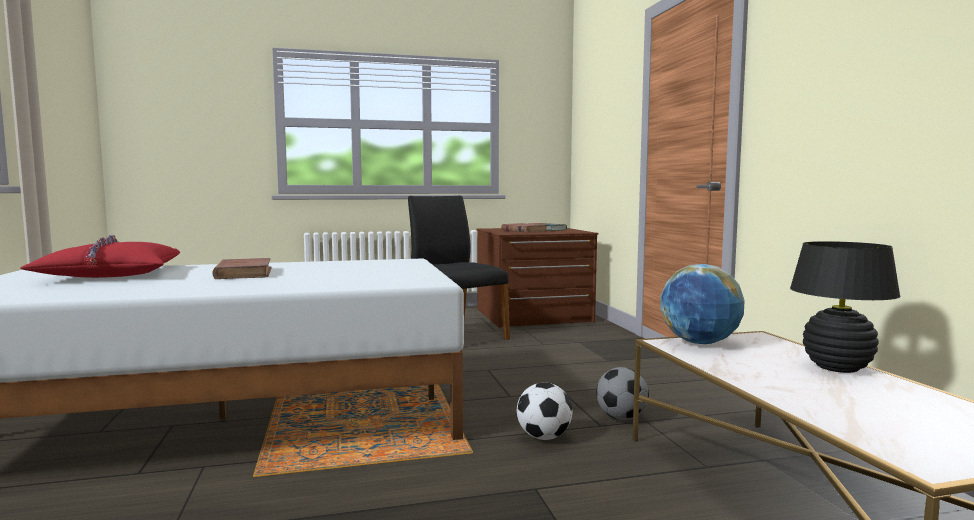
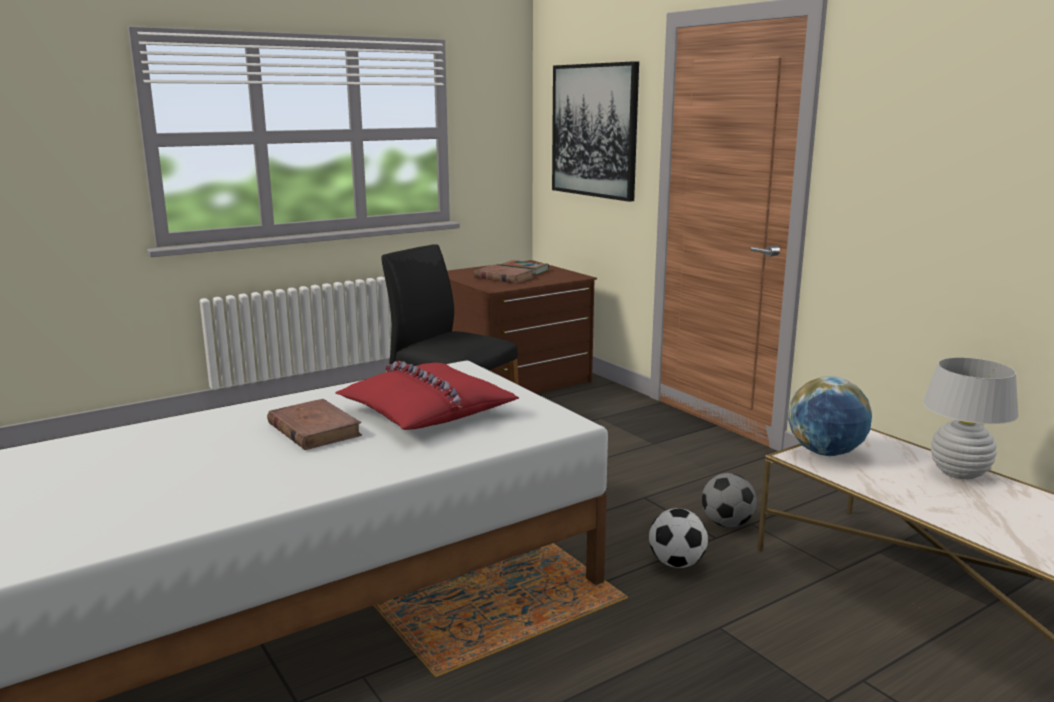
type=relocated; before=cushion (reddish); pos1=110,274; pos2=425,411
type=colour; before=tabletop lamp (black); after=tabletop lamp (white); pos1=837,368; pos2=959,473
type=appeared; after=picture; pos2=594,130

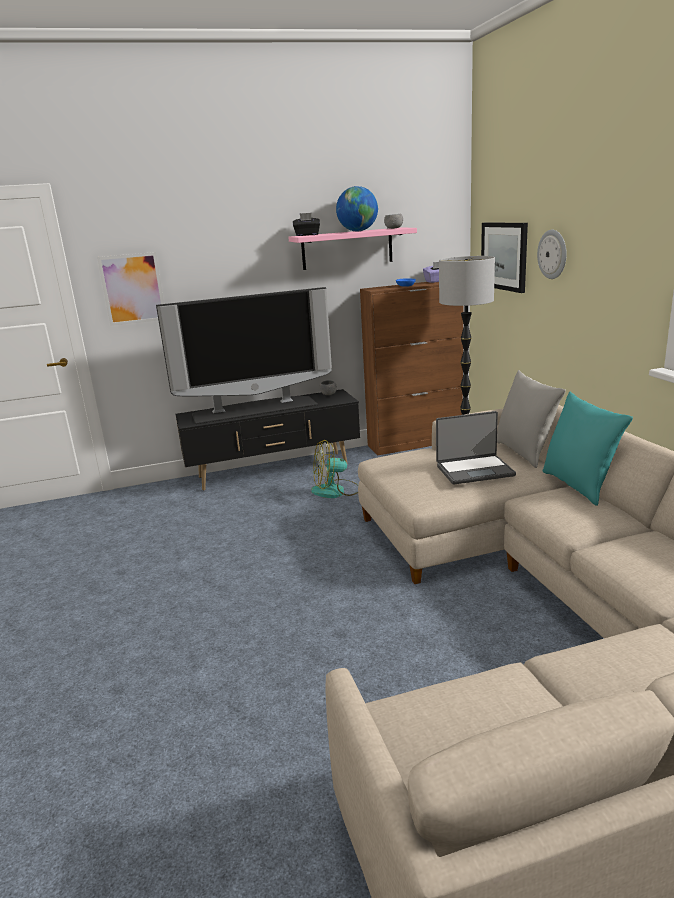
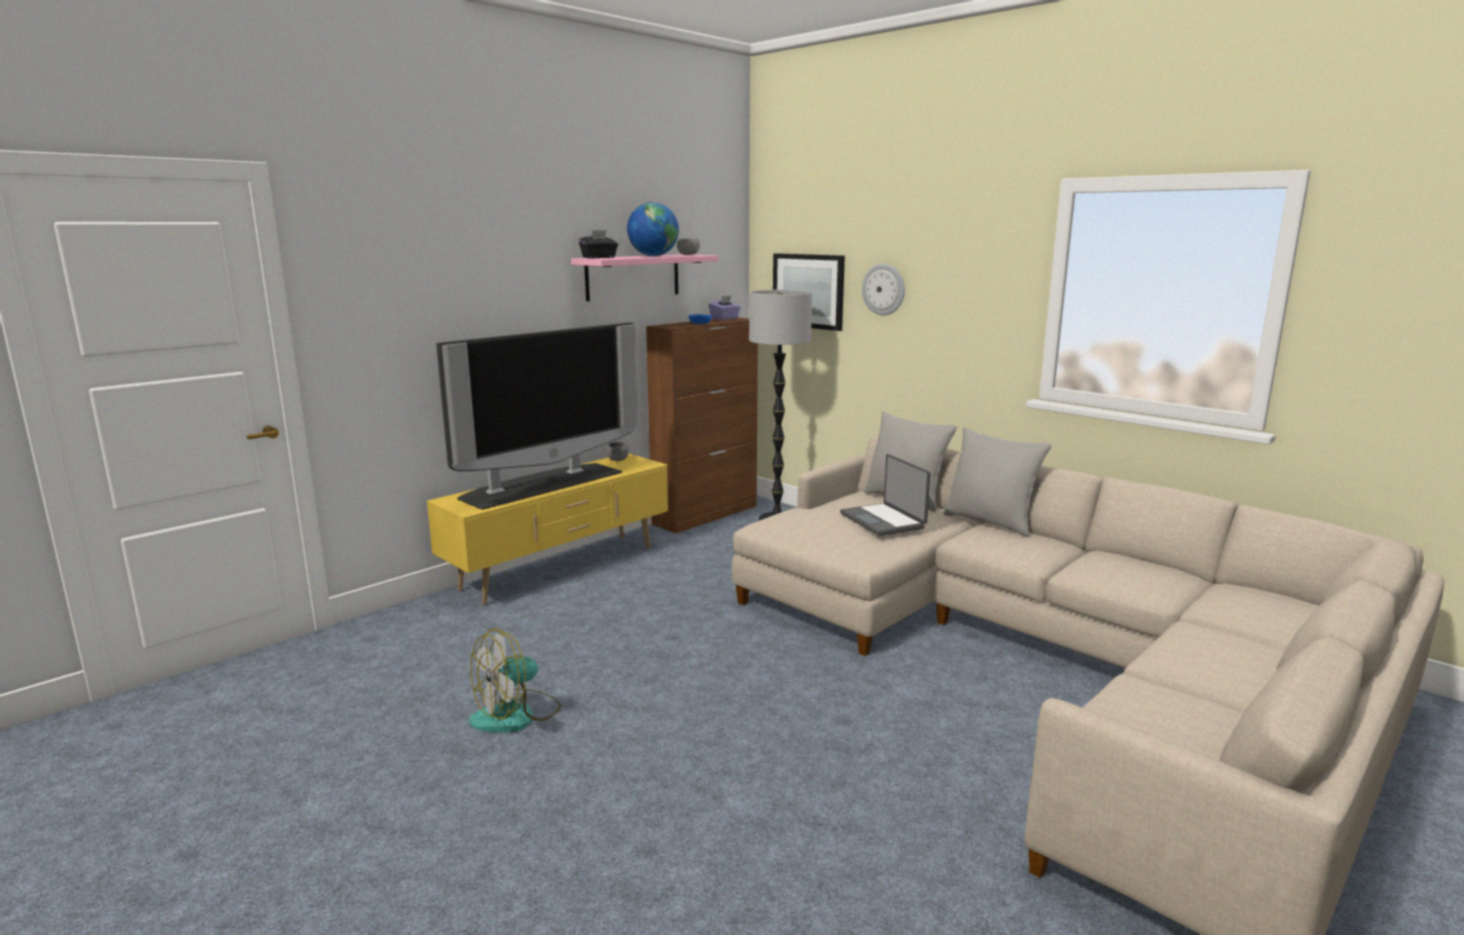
type=missing; before=picture; pos1=133,289
type=colour; before=tv unit (black); after=tv unit (yellow); pos1=274,471; pos2=561,568
type=relocated; before=cooling fan; pos1=336,491; pos2=516,715
type=spun; before=notebook computer; pos1=474,470; pos2=883,521; turn=105
type=colour; before=cushion (blue-green); after=cushion (grey); pos1=579,485; pos2=990,522

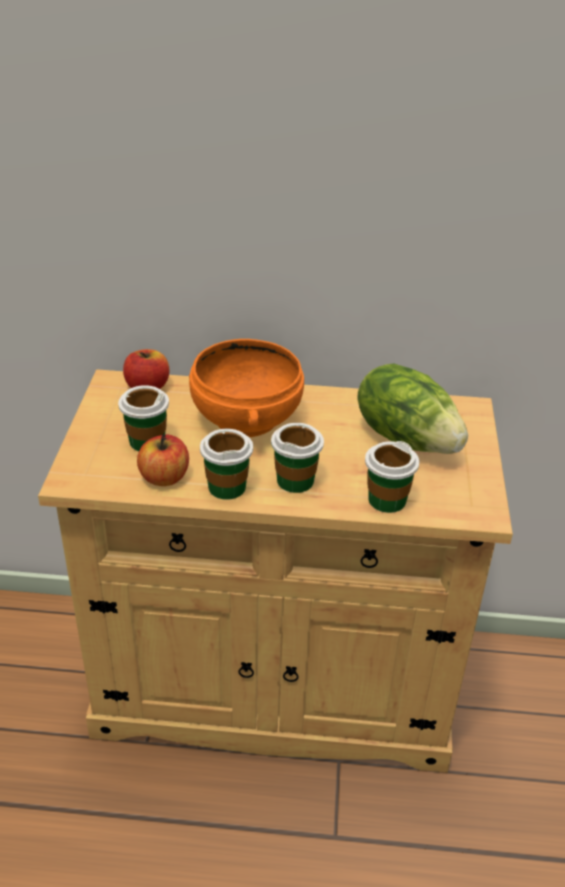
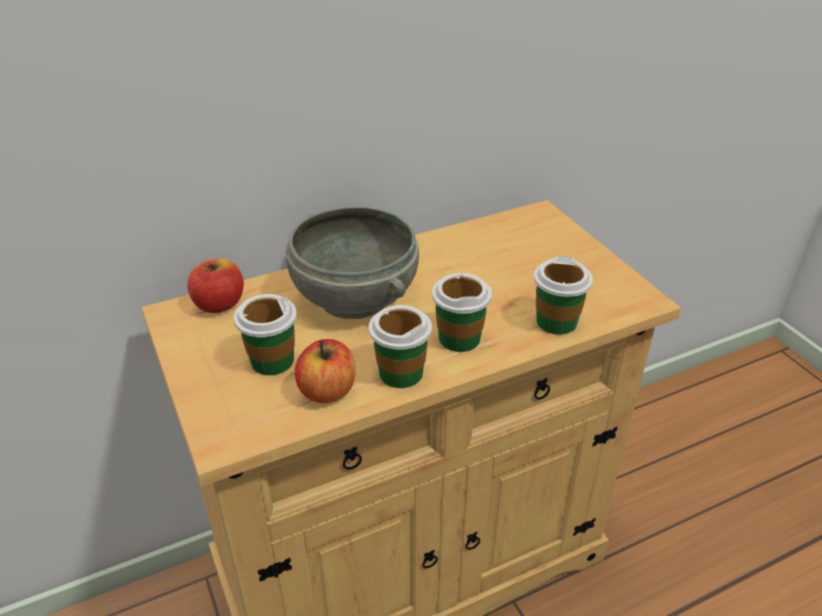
type=colour; before=serving bowl (orange-coloured); after=serving bowl (grey); pos1=245,419; pos2=353,298
type=missing; before=lettuce head; pos1=407,437

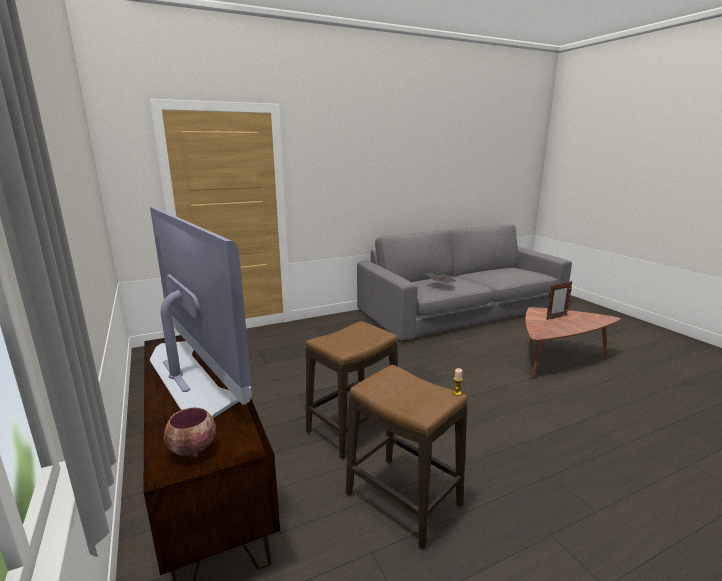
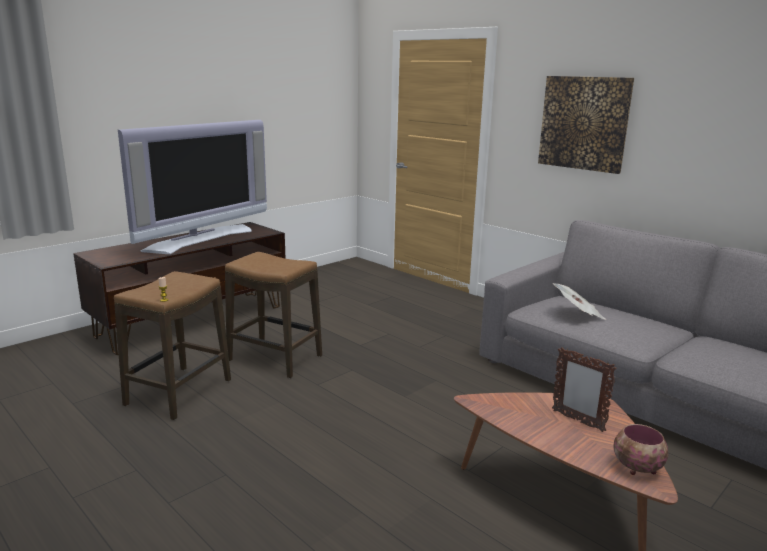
type=relocated; before=serving bowl; pos1=193,450; pos2=637,468
type=appeared; after=picture; pos2=584,123

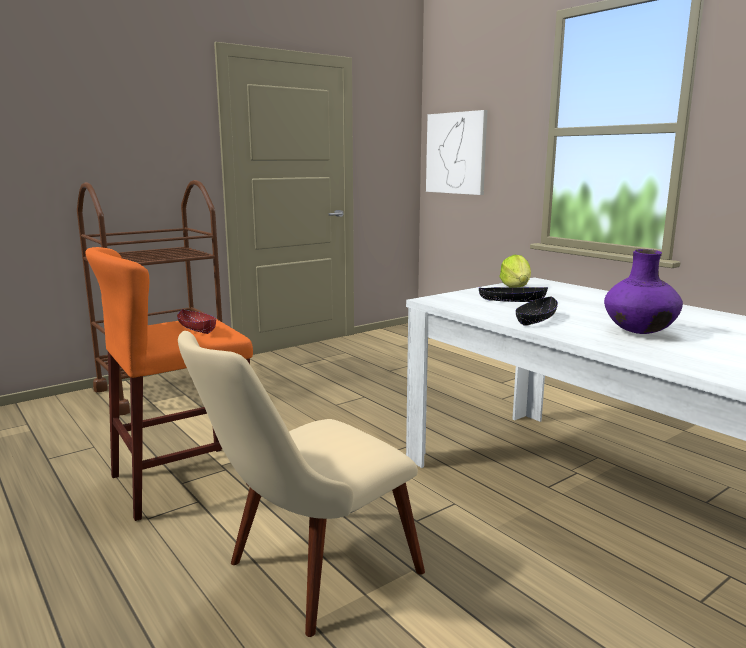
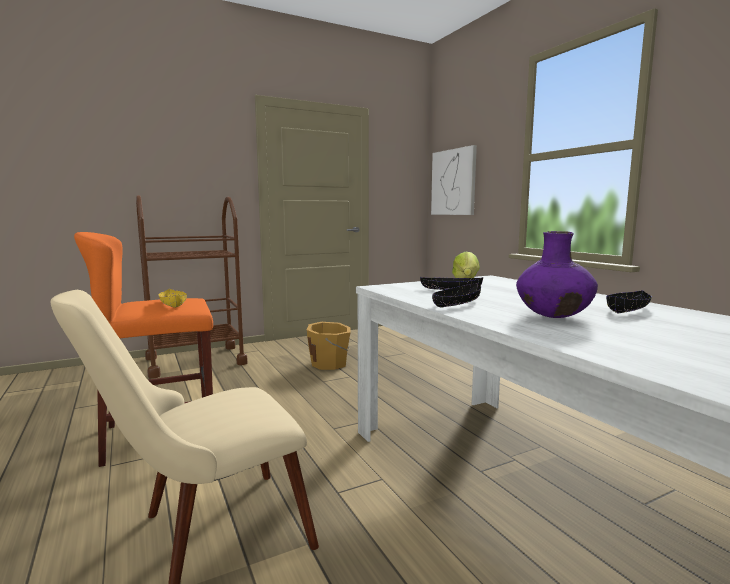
type=colour; before=serving bowl (reddish); after=serving bowl (yellow); pos1=196,328; pos2=173,304
type=appeared; after=bucket (orange-coloured); pos2=330,364
type=appeared; after=serving bowl (black); pos2=627,309

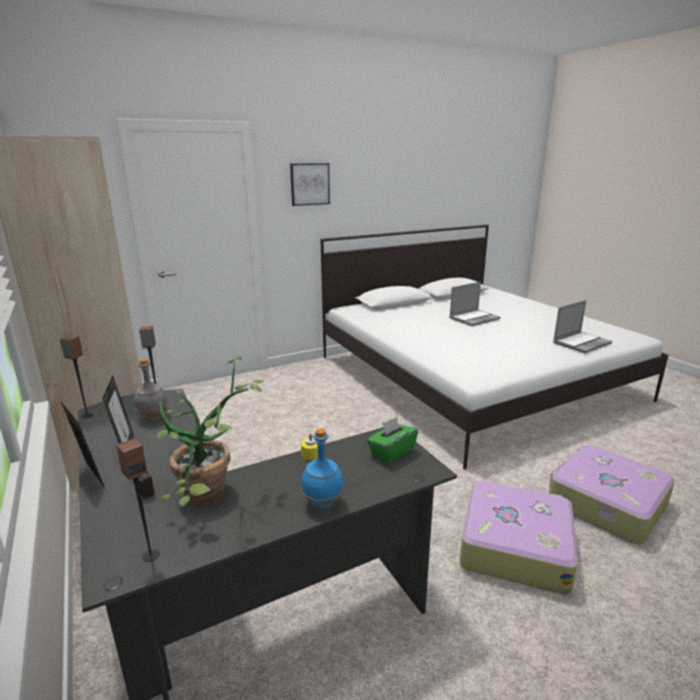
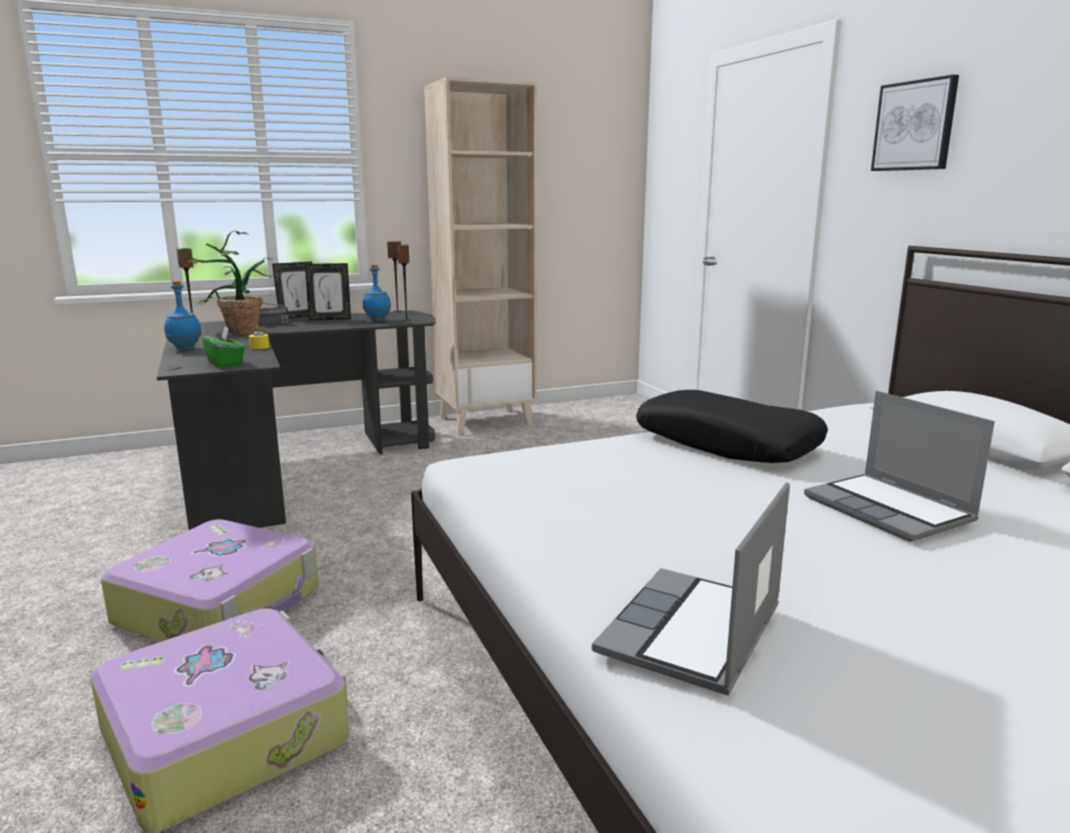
type=colour; before=bottle (grey); after=bottle (blue); pos1=153,417; pos2=378,320
type=spun; before=notebook computer; pos1=581,343; pos2=692,633; turn=60
type=appeared; after=cushion (black); pos2=727,443

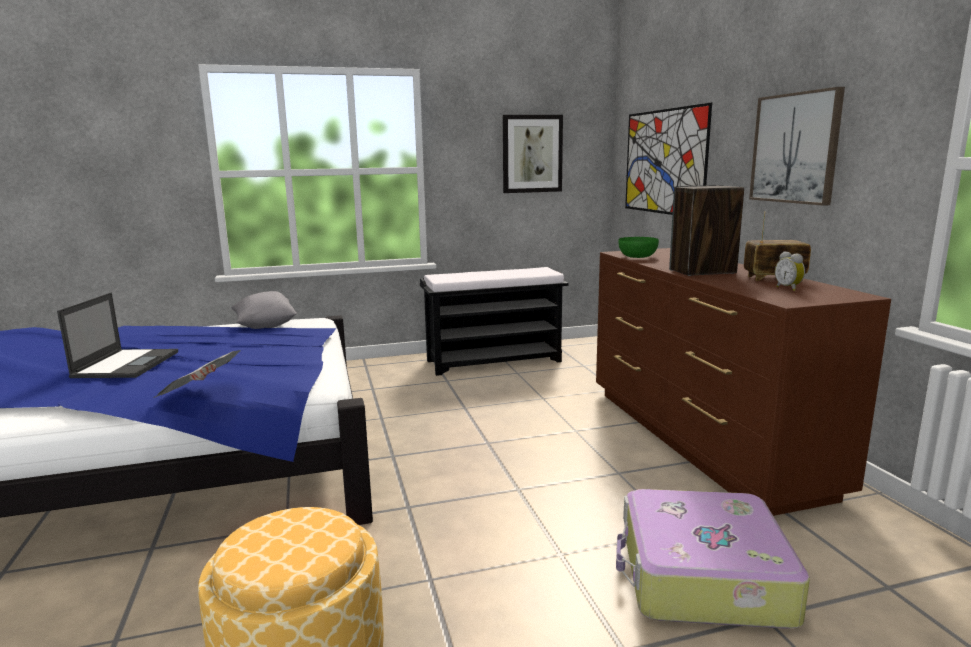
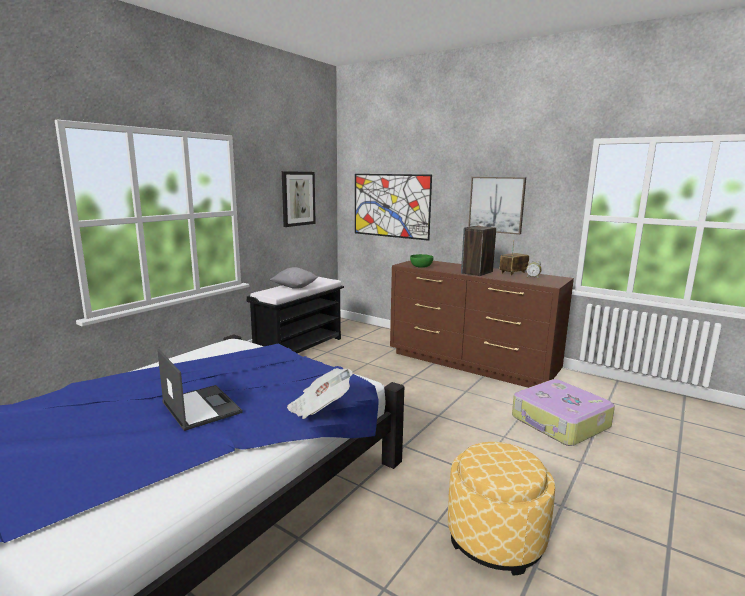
type=relocated; before=cushion (grey); pos1=265,326; pos2=294,287

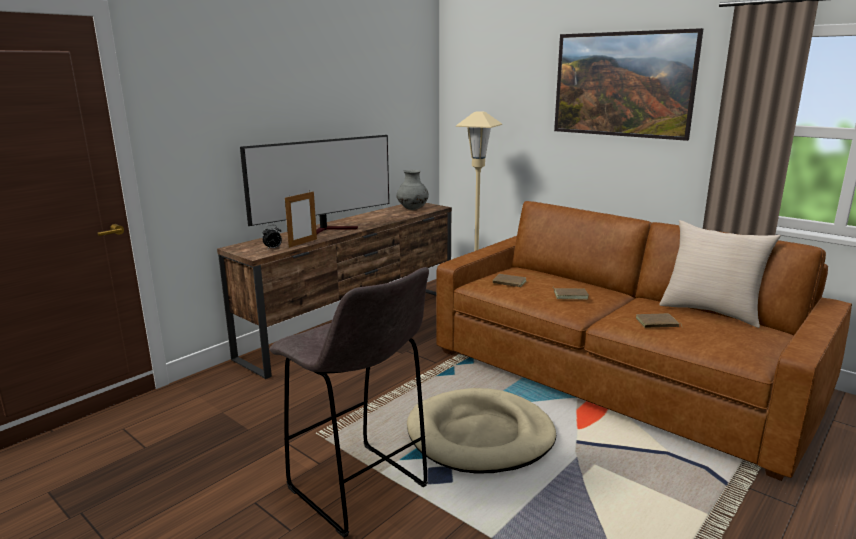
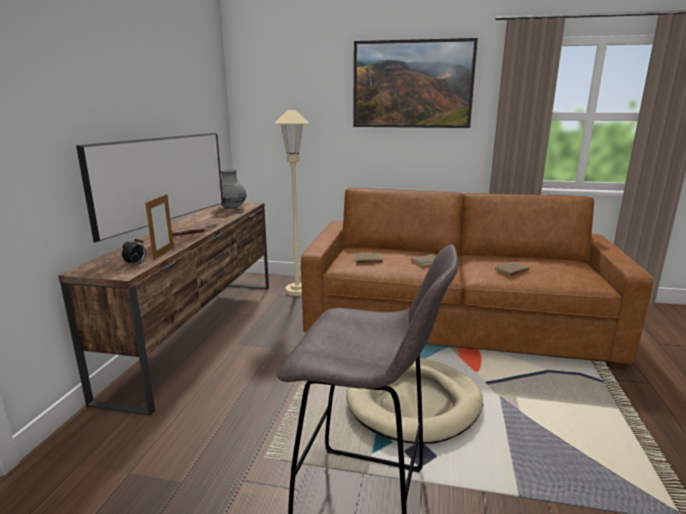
type=missing; before=cushion (beige); pos1=710,311

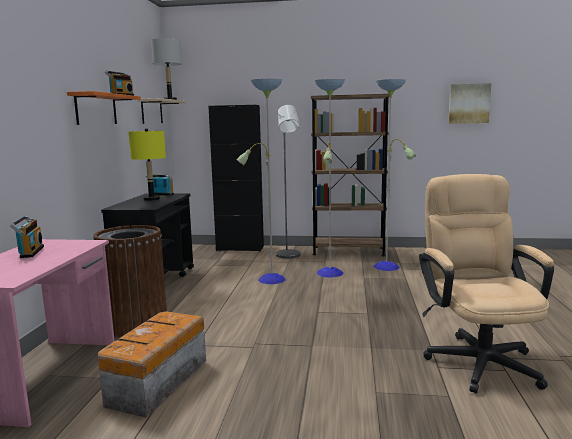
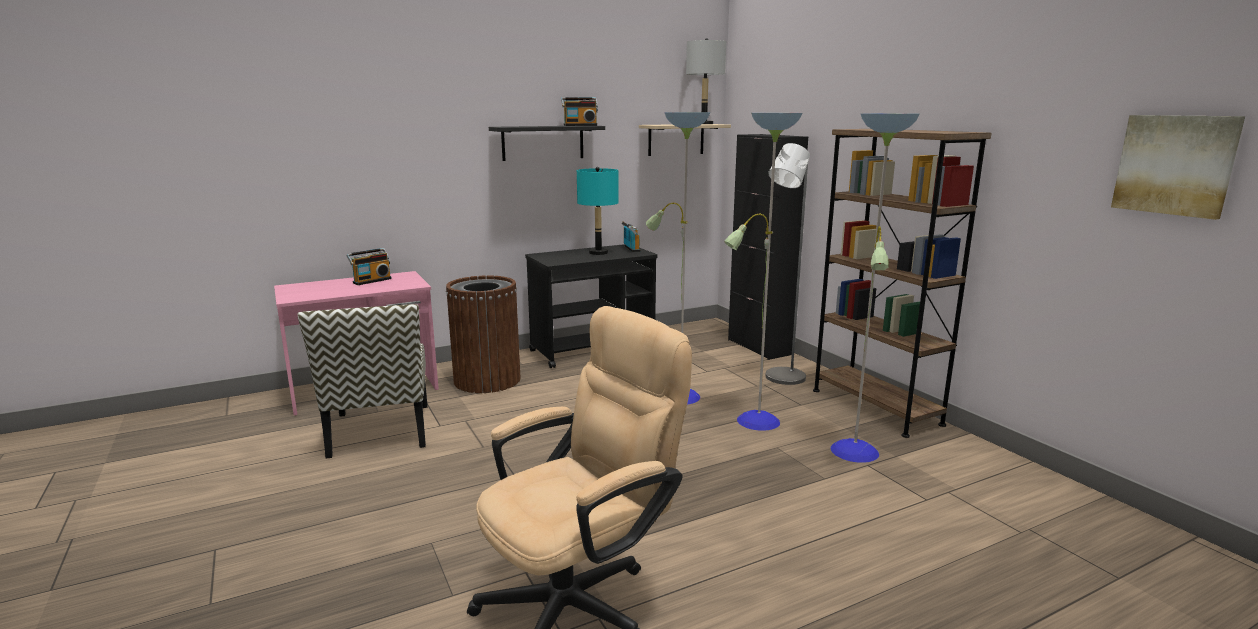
type=colour; before=wall shelf (orange-coloured); after=wall shelf (black); pos1=96,109; pos2=543,142
type=exchanged; before=storage bin; after=chair; pos1=156,383; pos2=380,431
type=colour; before=tabletop lamp (yellow); after=tabletop lamp (blue-green); pos1=151,199; pos2=598,253

